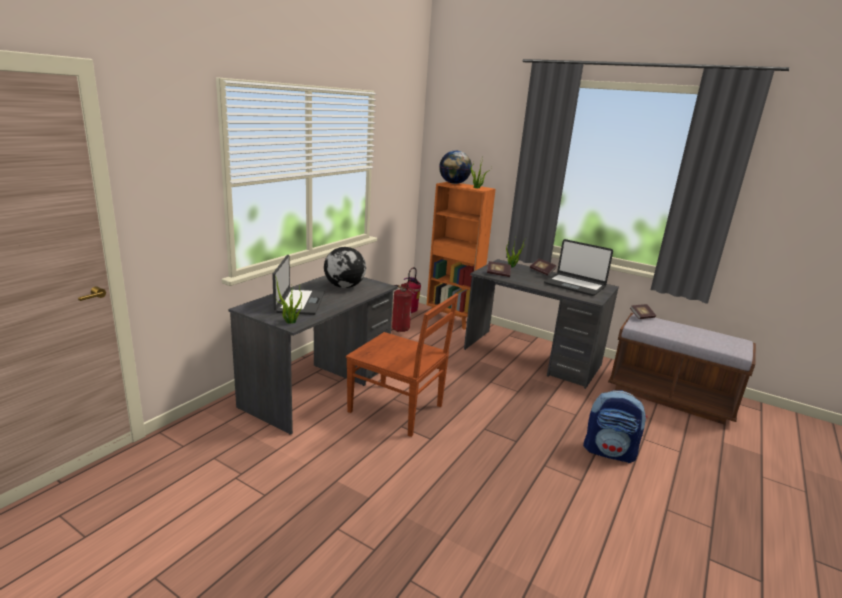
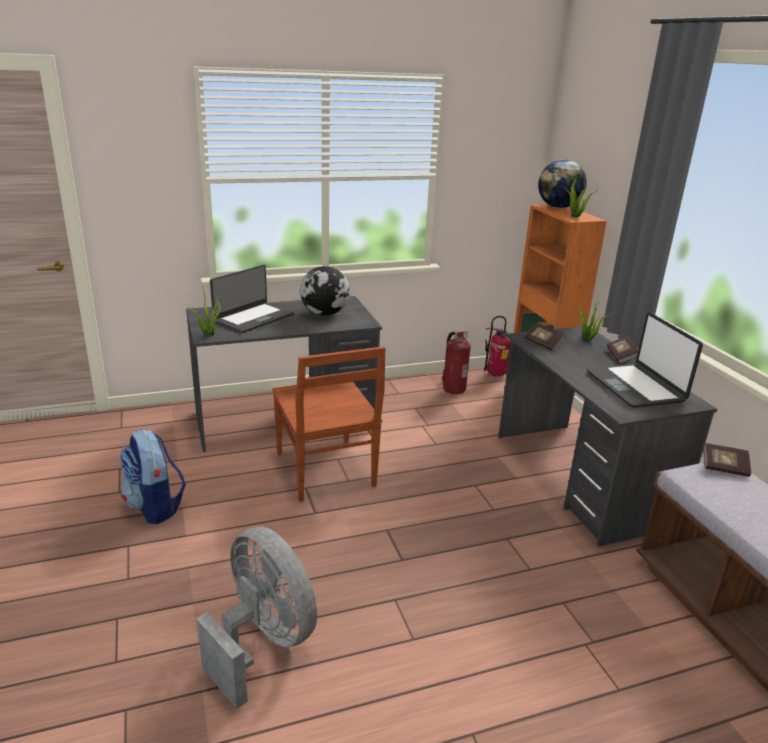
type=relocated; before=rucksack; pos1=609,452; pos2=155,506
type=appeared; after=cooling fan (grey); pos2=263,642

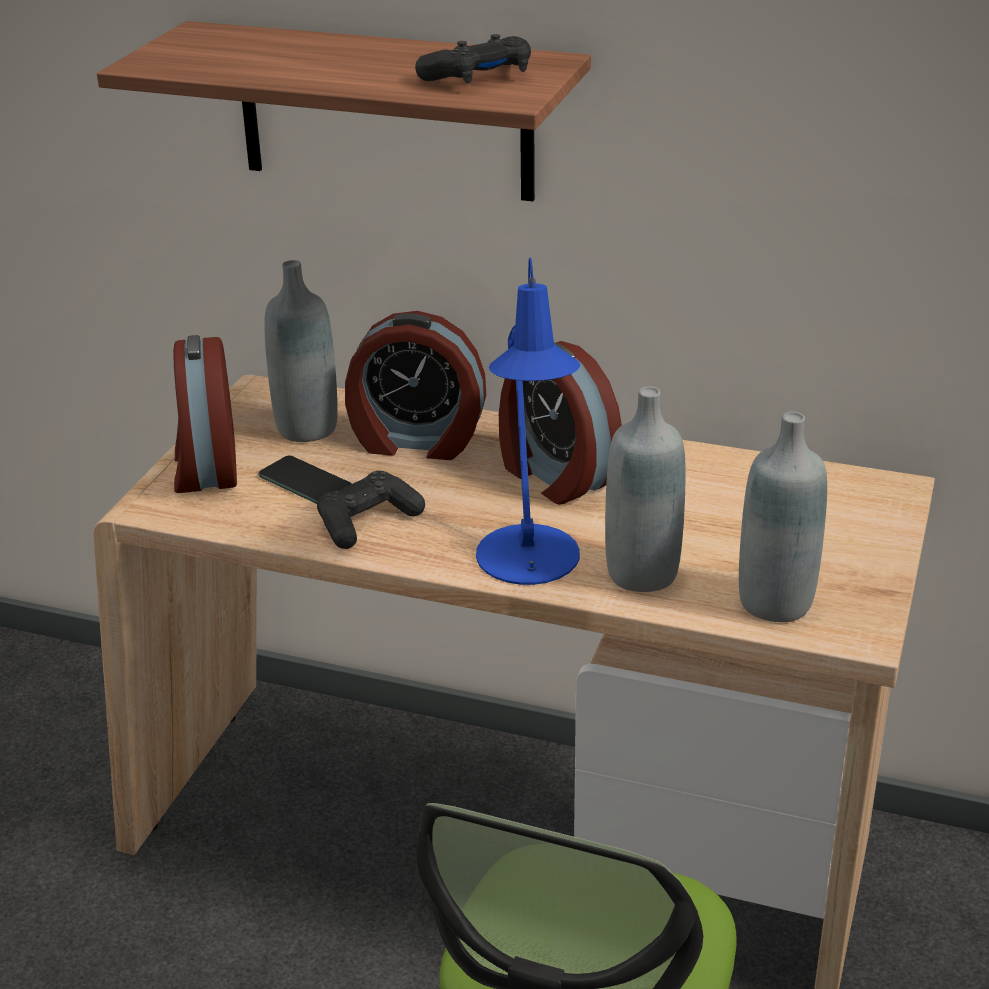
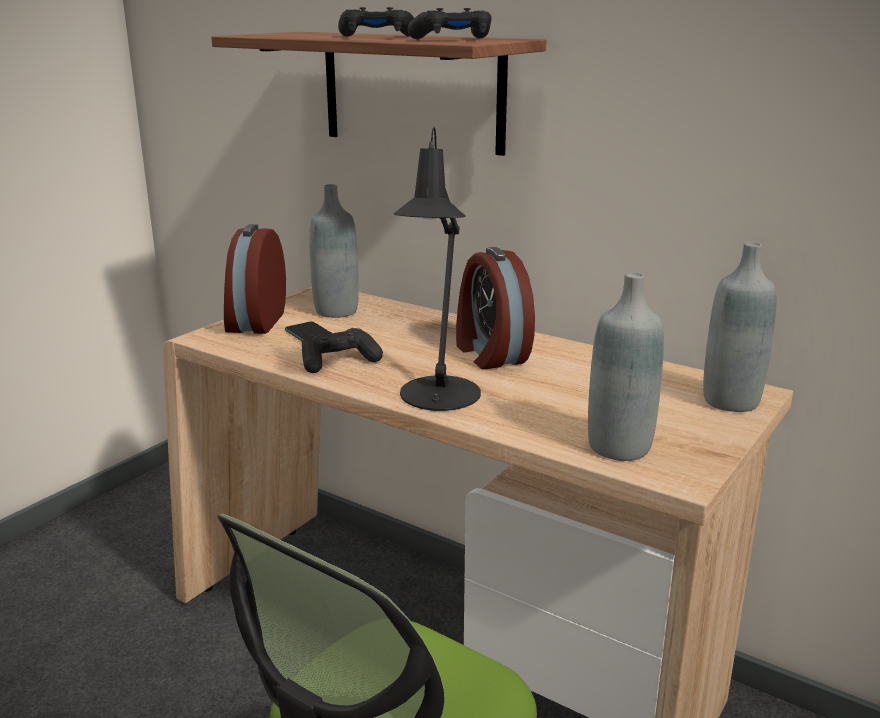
type=missing; before=bedside clock; pos1=416,441
type=colour; before=tabletop lamp (blue); after=tabletop lamp (black); pos1=529,564; pos2=438,398
type=relocated; before=bottle (grey); pos1=642,573; pos2=731,401
type=appeared; after=gamepad (black); pos2=377,37

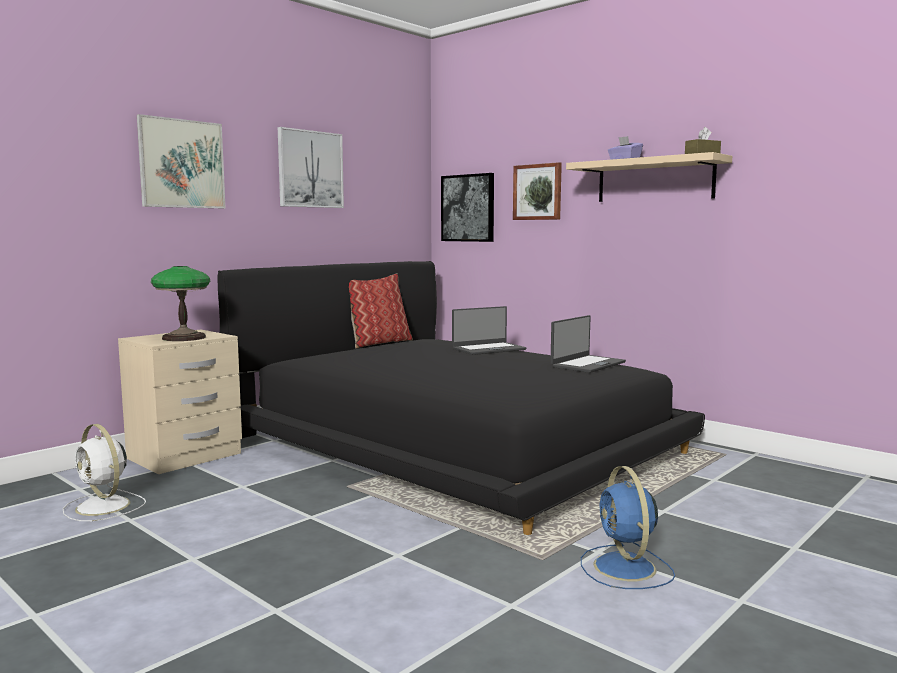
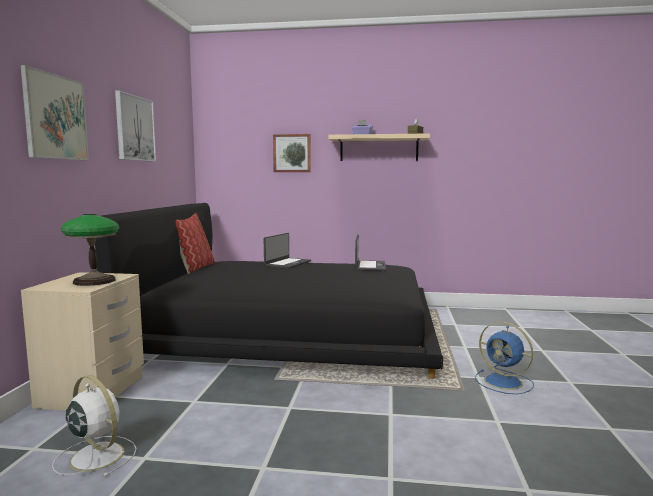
type=spun; before=cooling fan (white); pos1=104,507; pos2=96,456; turn=-150
type=missing; before=picture; pos1=468,208

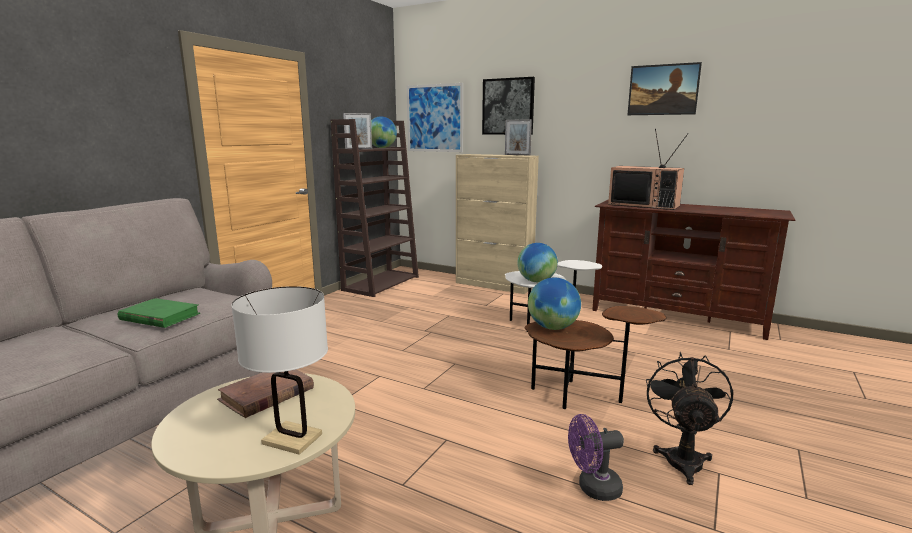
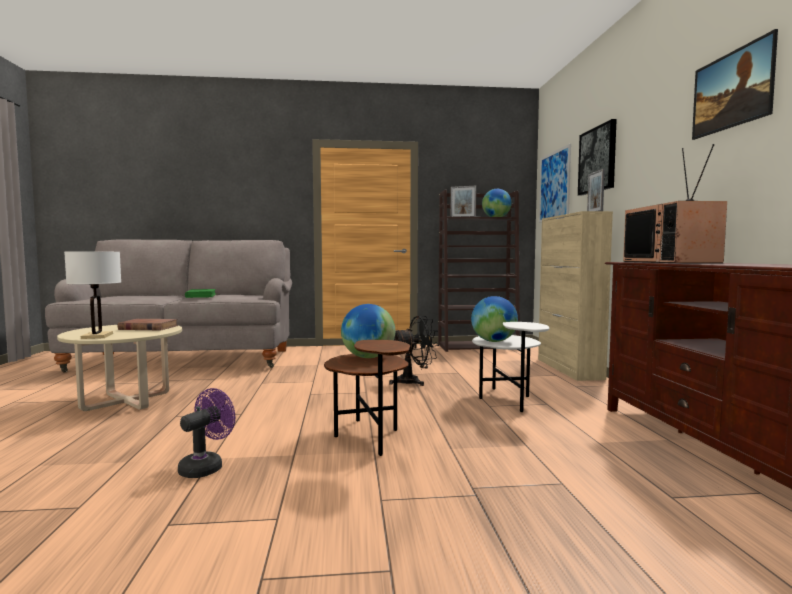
type=spun; before=cooling fan (purple); pos1=593,488; pos2=206,467; turn=75
type=relocated; before=cooling fan (black); pos1=682,457; pos2=413,381

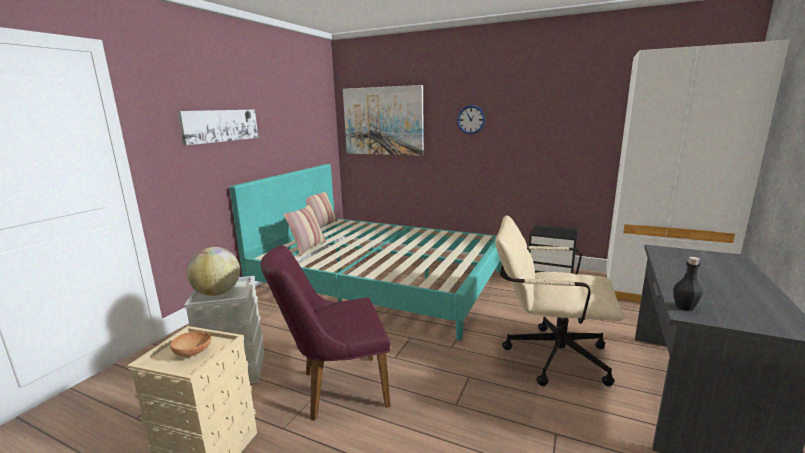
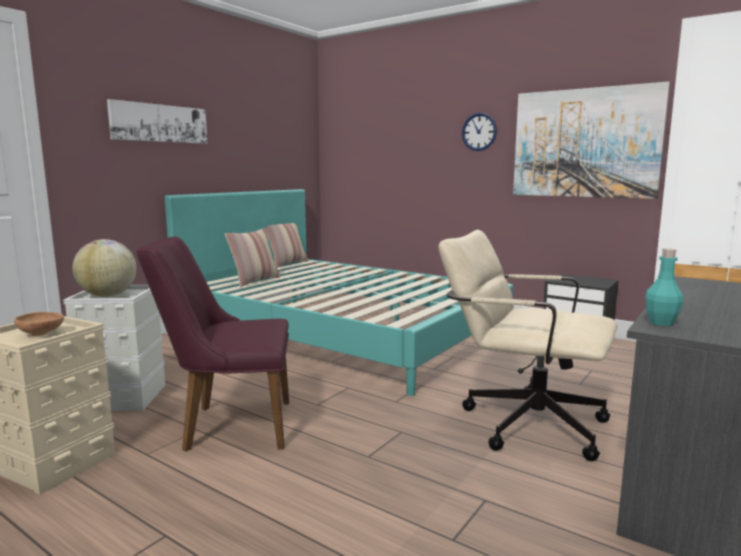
type=relocated; before=picture; pos1=383,121; pos2=585,143
type=colour; before=bottle (black); after=bottle (blue-green); pos1=684,307; pos2=661,323

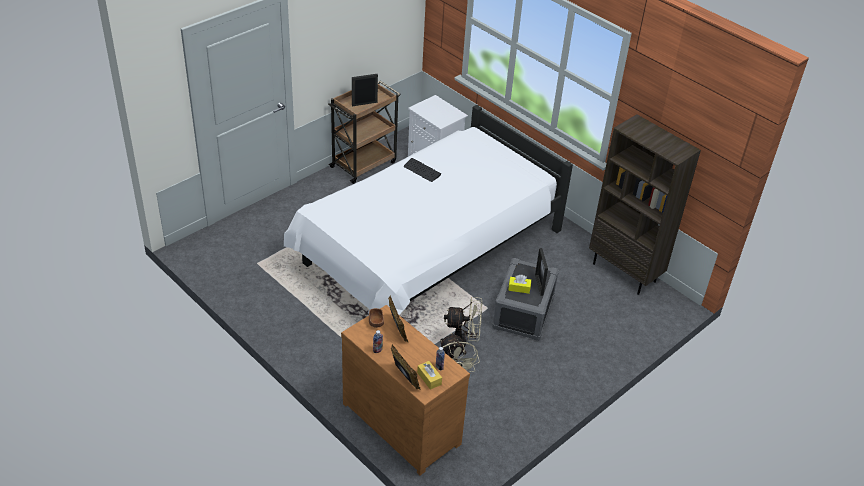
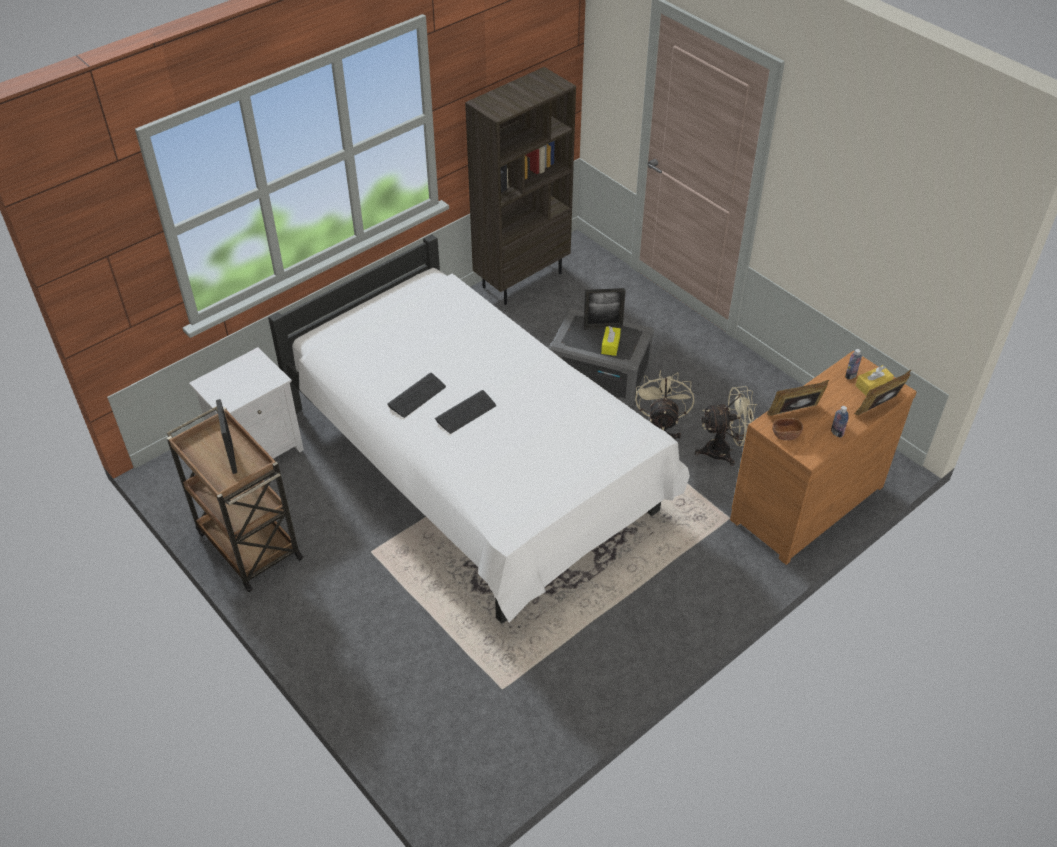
type=appeared; after=PC keyboard; pos2=466,413

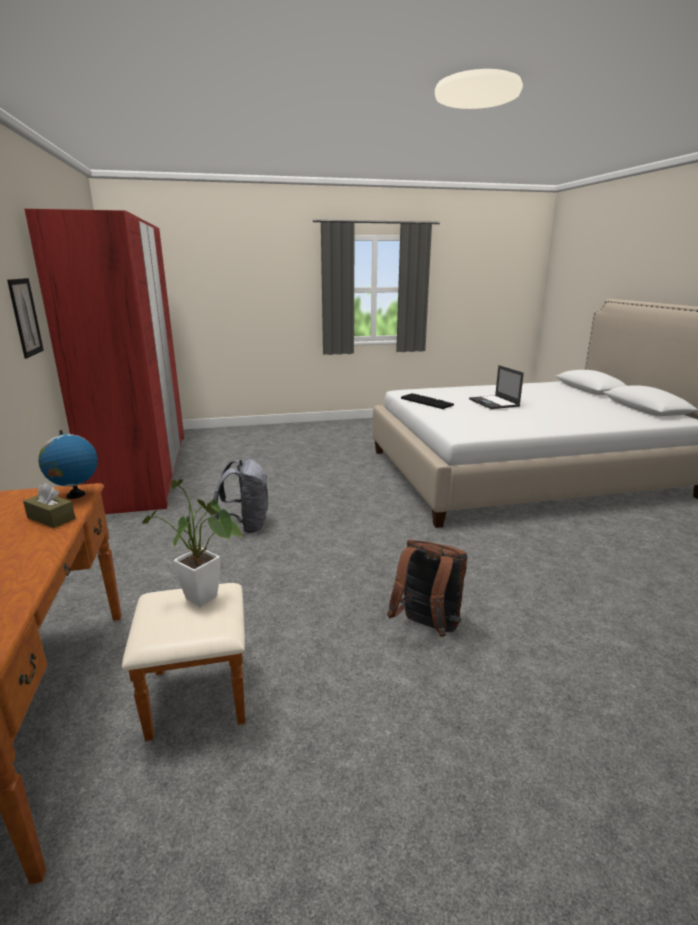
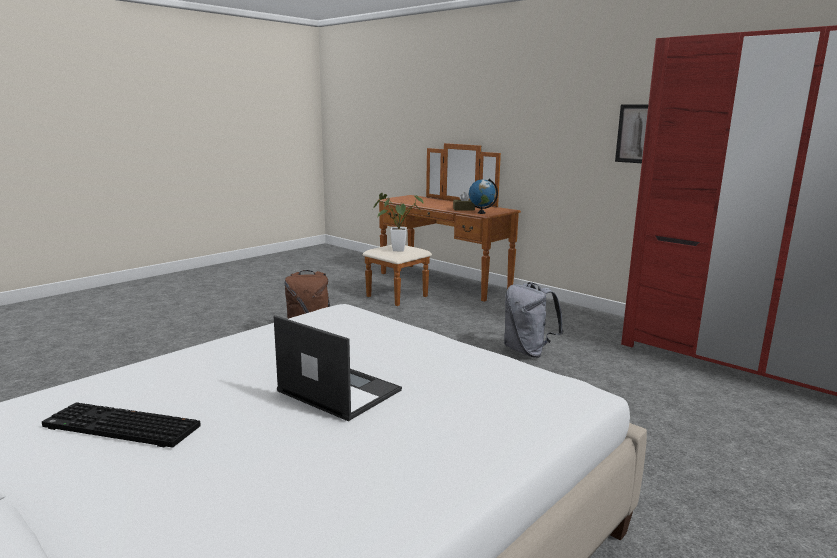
type=relocated; before=PC keyboard; pos1=427,402; pos2=119,428

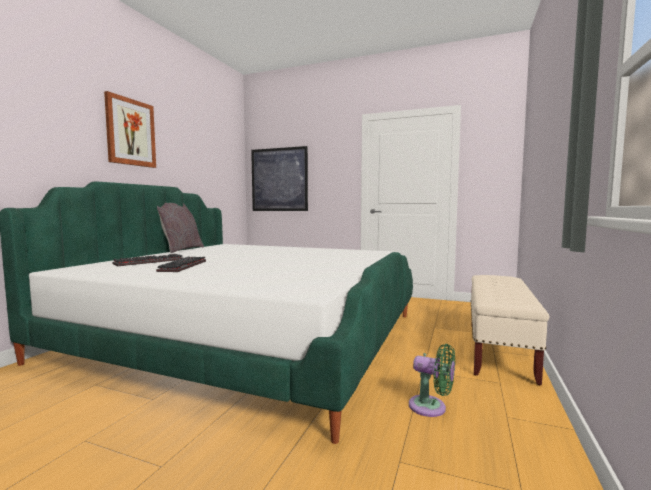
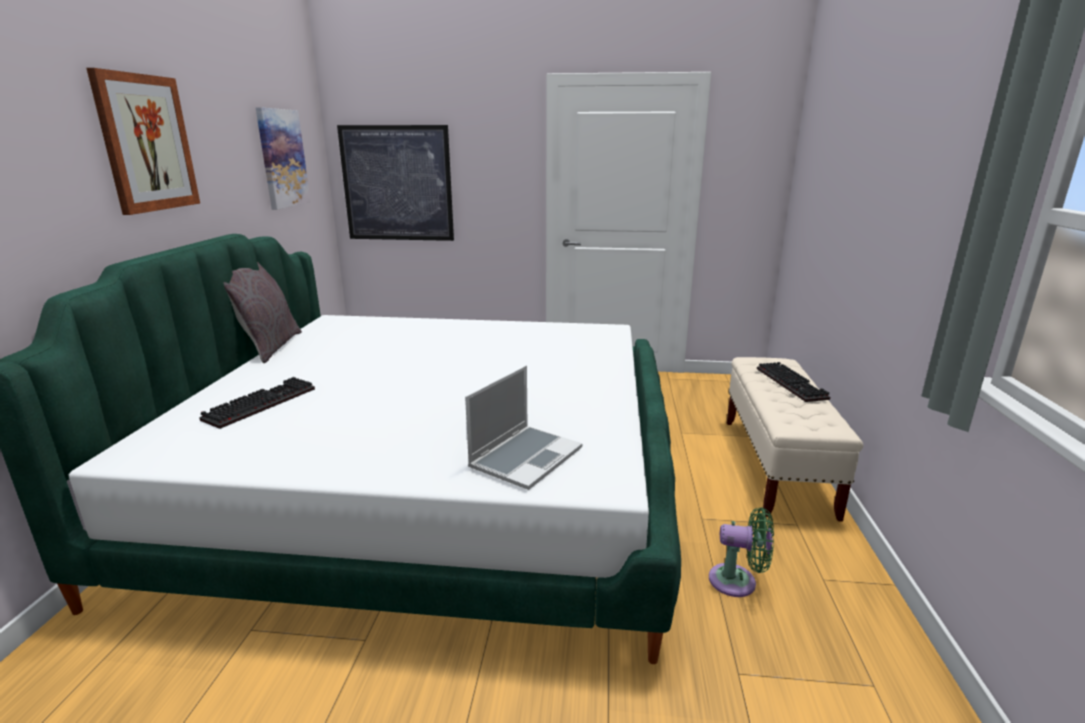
type=relocated; before=PC keyboard; pos1=184,266; pos2=793,384
type=appeared; after=picture; pos2=282,158
type=appeared; after=notebook computer; pos2=525,457

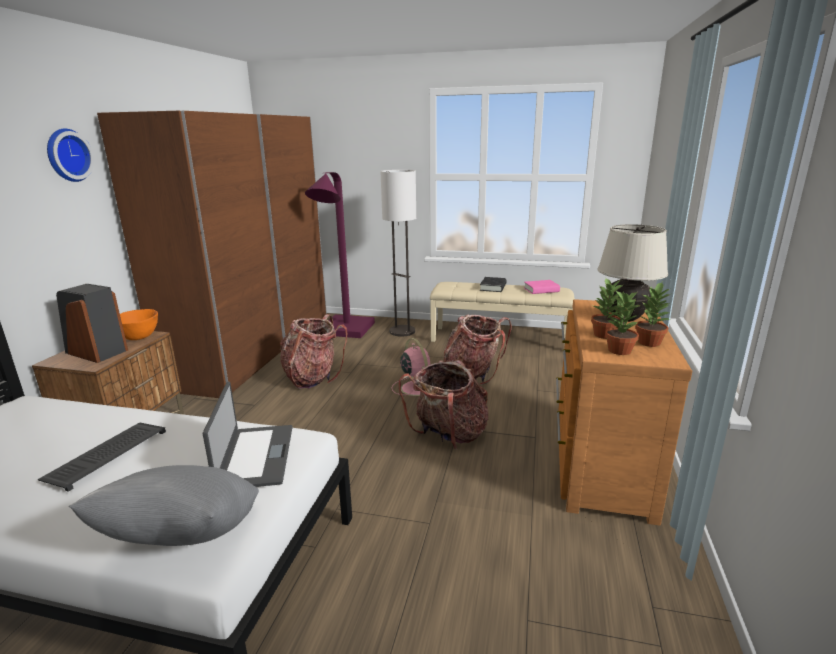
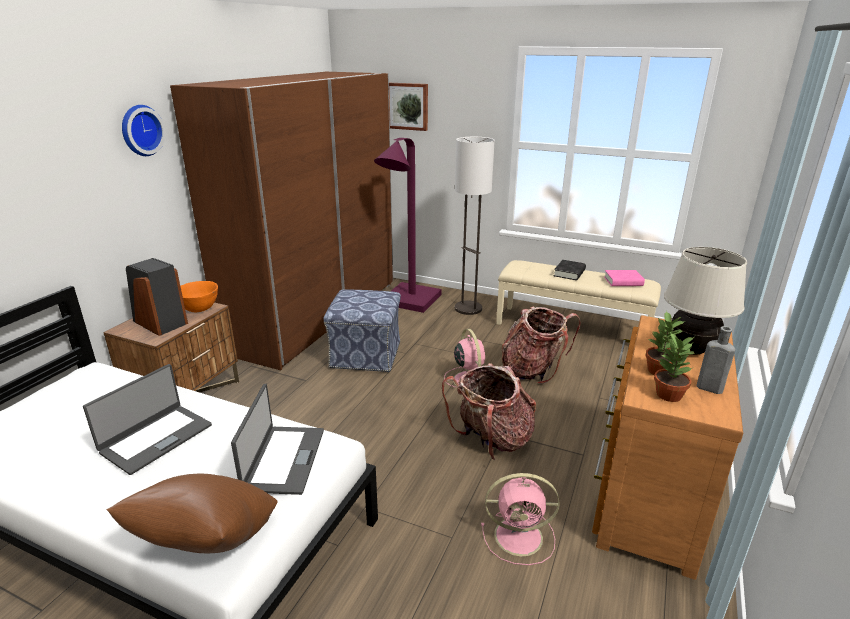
type=exchanged; before=PC keyboard; after=notebook computer; pos1=107,454; pos2=156,438
type=colour; before=cushion (grey); after=cushion (brownish); pos1=185,542; pos2=207,542
type=exchanged; before=rucksack; after=ottoman; pos1=312,377; pos2=366,355
type=exchanged; before=potted plant; after=bottle (grey); pos1=649,342; pos2=707,388
type=appeared; after=picture; pos2=407,106
type=appeared; after=cooling fan (pink-coloured); pos2=520,536

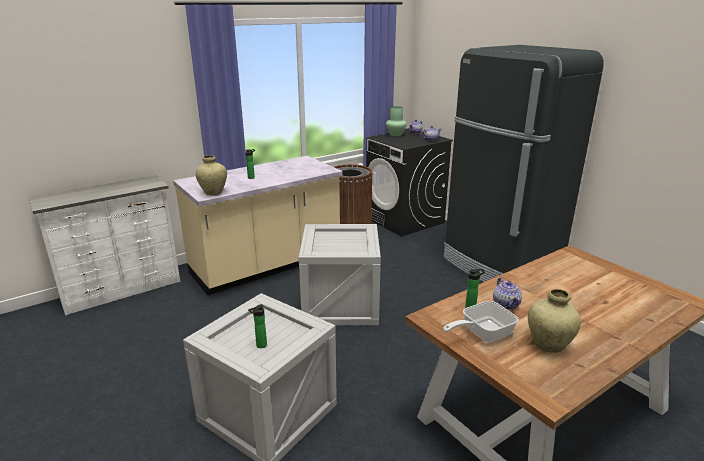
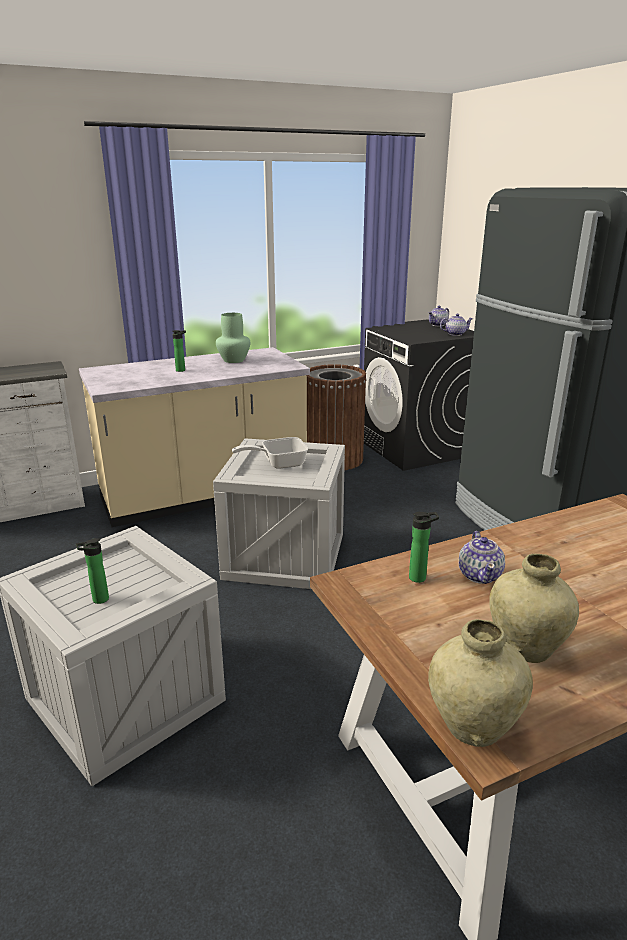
type=relocated; before=flower vase (beige); pos1=213,193; pos2=472,726
type=relocated; before=flower vase (greenish); pos1=395,134; pos2=233,360
type=relocated; before=skillet; pos1=482,333; pos2=278,463

